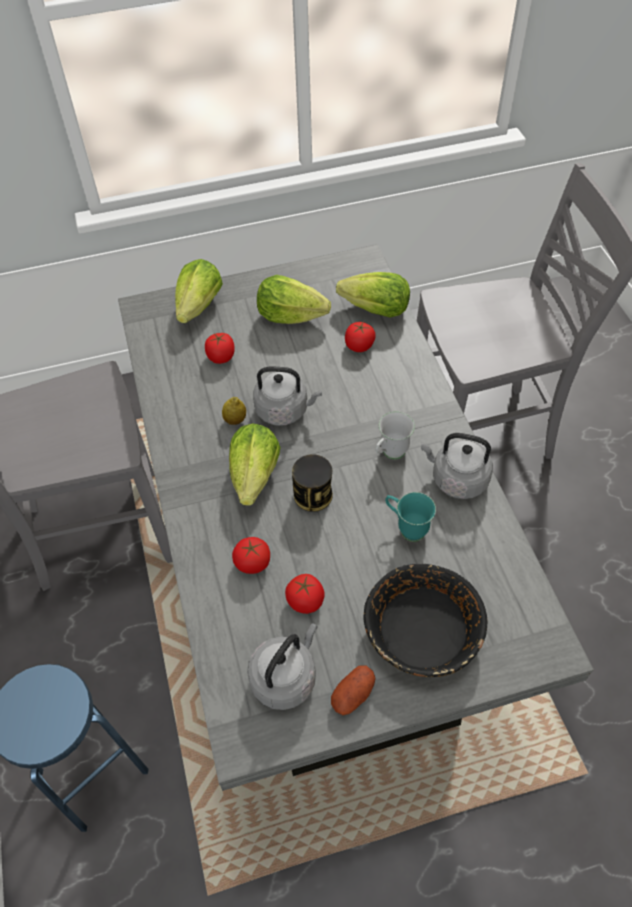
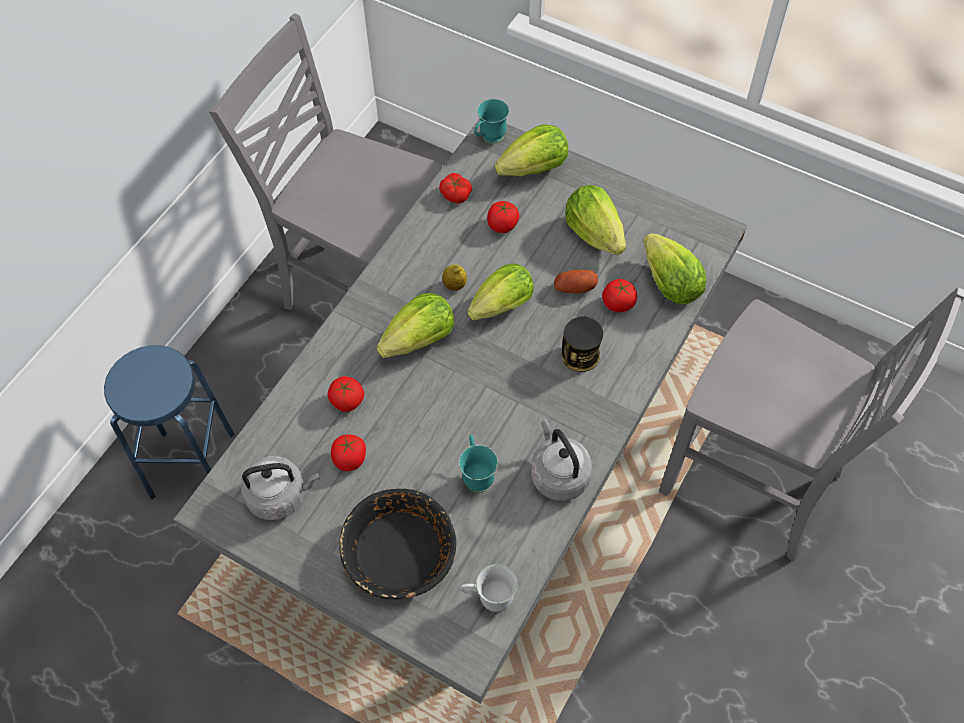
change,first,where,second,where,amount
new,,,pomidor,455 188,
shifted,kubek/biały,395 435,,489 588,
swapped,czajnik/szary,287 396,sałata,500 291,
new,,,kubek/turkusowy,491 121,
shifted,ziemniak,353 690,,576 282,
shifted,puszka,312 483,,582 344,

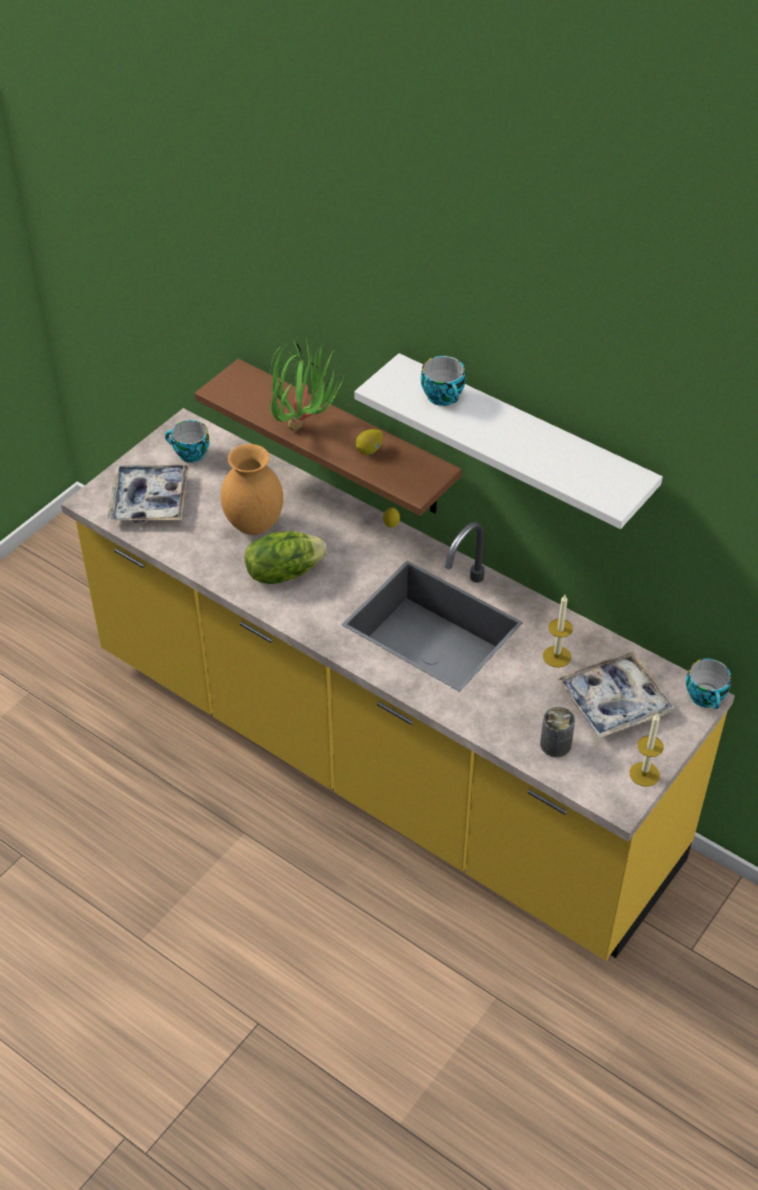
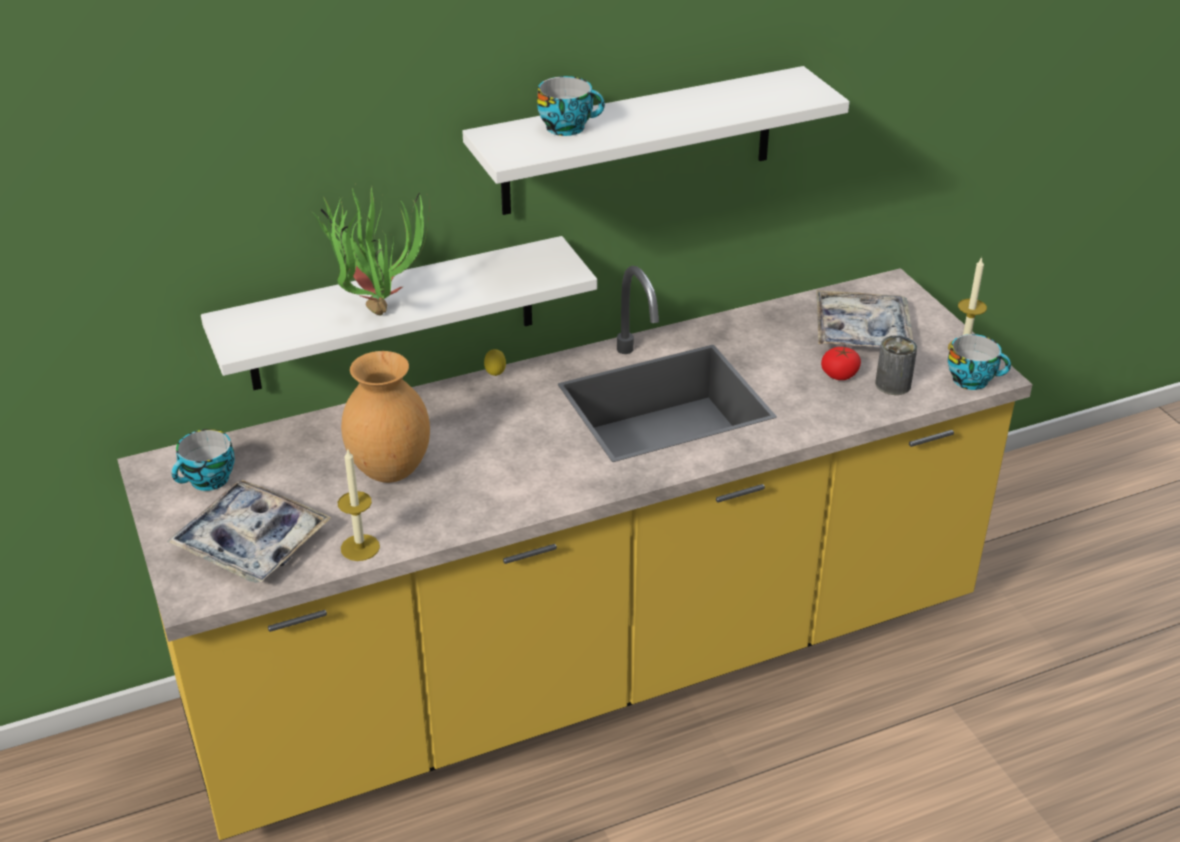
change,first,where,second,where,amount
repainted,półka/brązowy,328 437,półka/biały,399 313,
shifted,świeca,558 631,,359 504,
new,,,pomidor,841 363,
shifted,filiżanka,708 684,,979 362,
gone,sałata,286 557,,,
gone,cytryna,369 442,,,

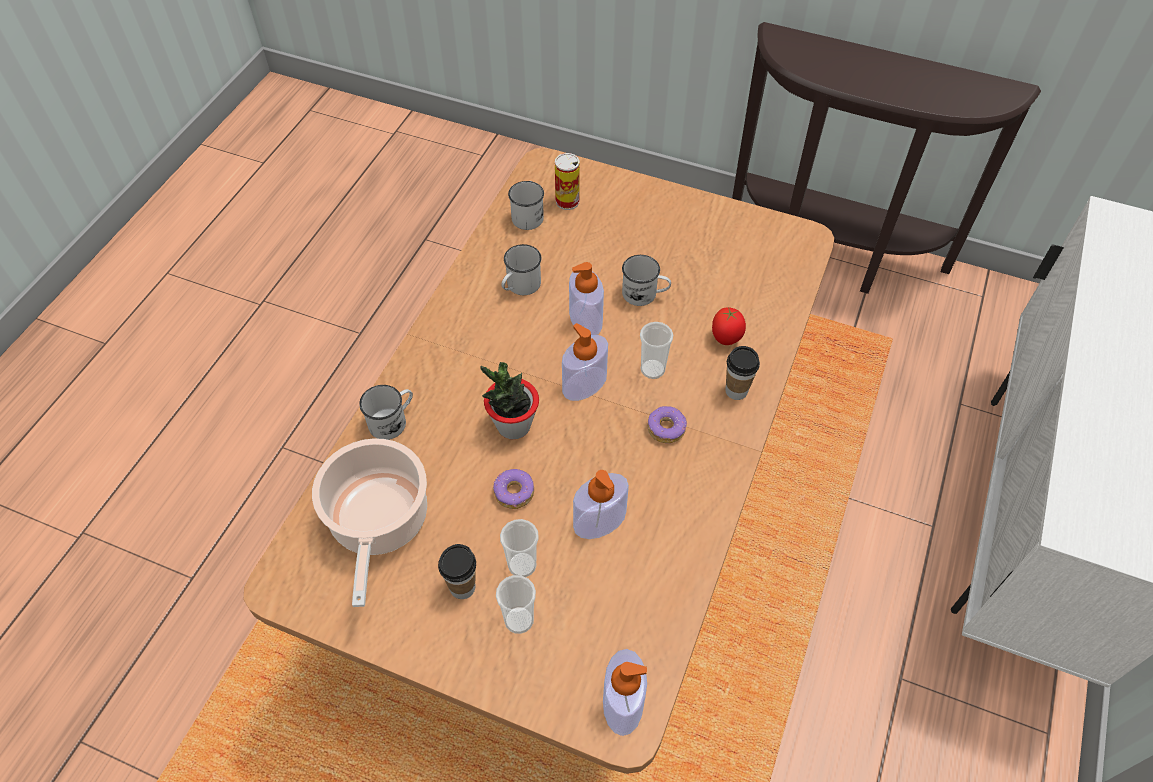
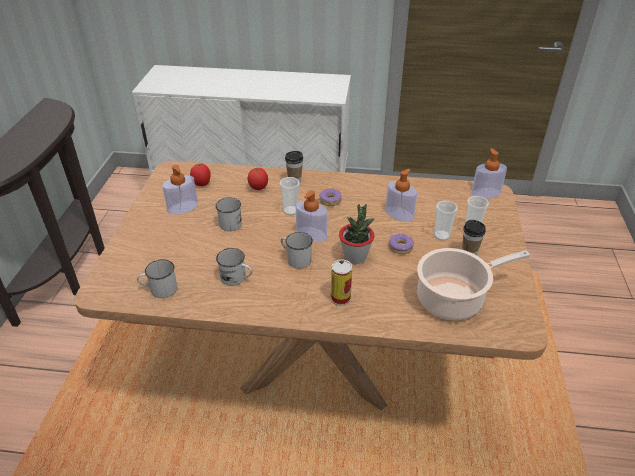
change,first,where,second,where,amount
shifted,dozownik mydła,586 298,,180 190,
new,,,pomidor,200 175,
shifted,kubek/biały,386 412,,297 250,
shifted,puszka,567 181,,341 282,

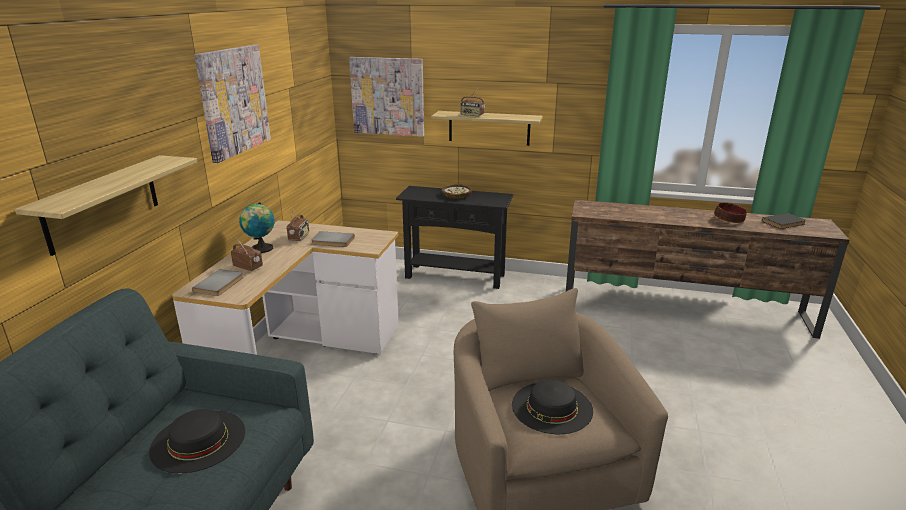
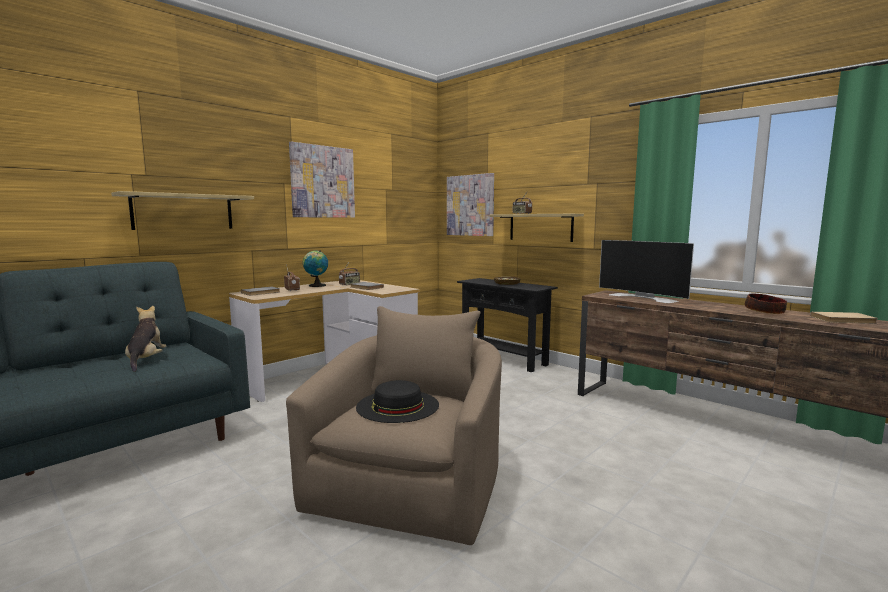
change,first,where,second,where,amount
swapped,kapelusz/czarny,197 441,pluszak,145 339,
new,,,telewizor,646 271,
repainted,książka/czarny,784 221,książka/beżowy,844 318,

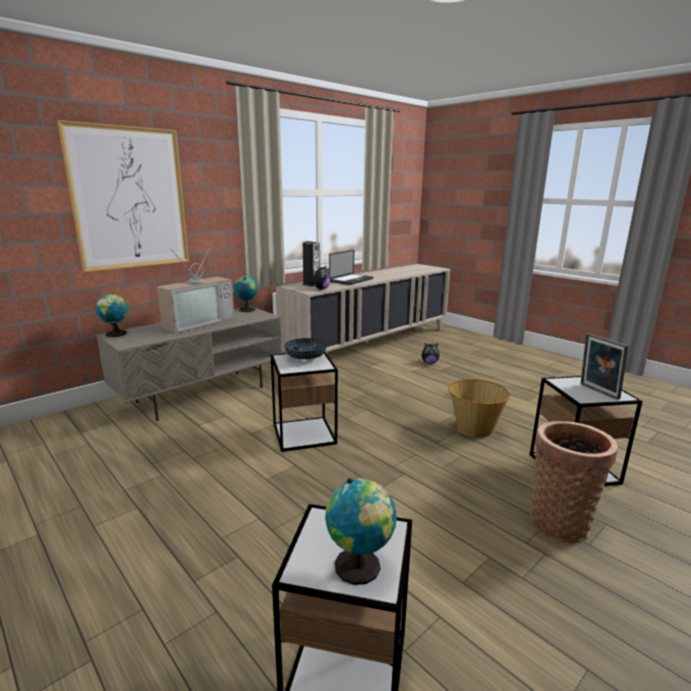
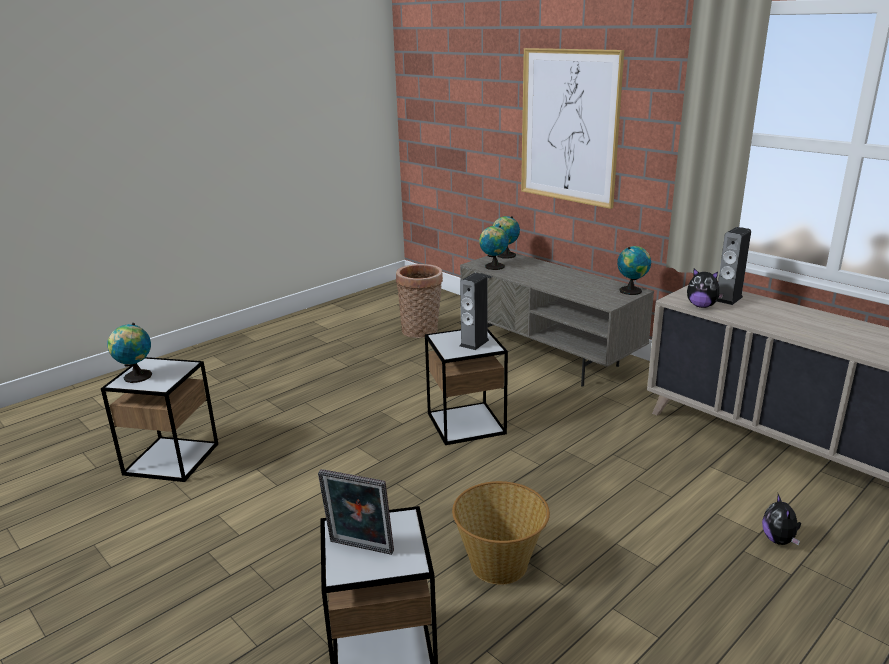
change,first,where,second,where,amount
rotated,ramka na zdjęcie,604 366,,356 512,135 degrees counterclockwise
shifted,koszyk,574 482,,419 301,
swapped,miska,305 348,głośnik,474 311,
new,,,globus,494 248,
gone,telewizor,195 289,,,
gone,laptop,351 267,,,

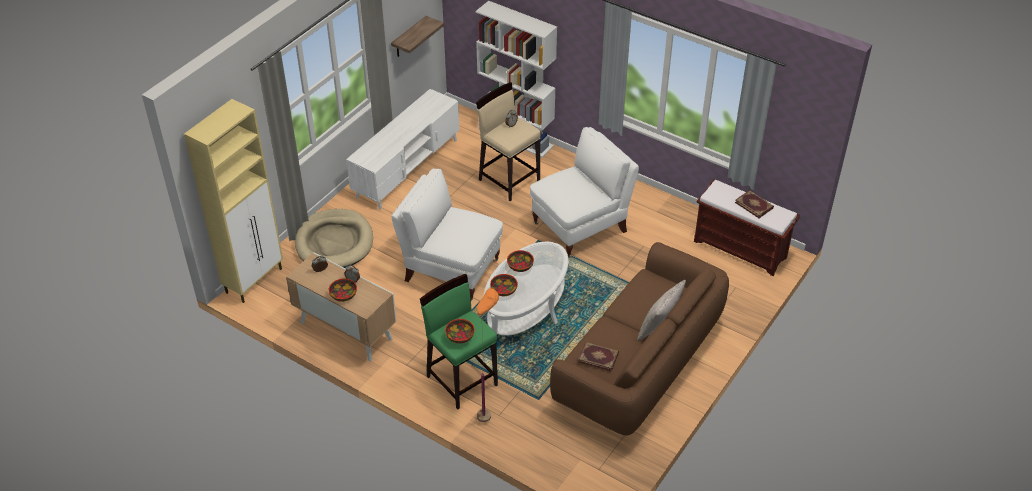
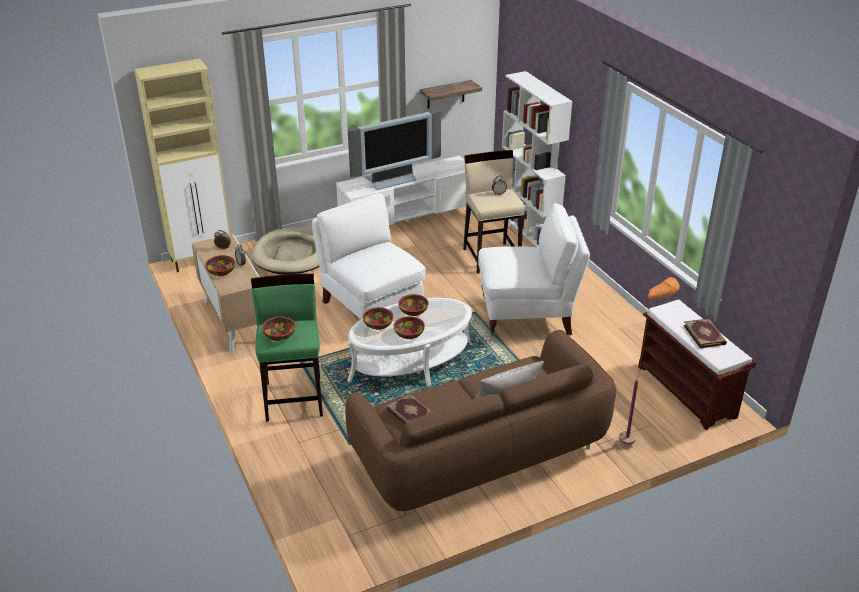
change,first,where,second,where,amount
new,,,telewizor,394 150,
new,,,miska,409 327,
shifted,lampa stojąca/pomarańczowy,488 355,,649 361,

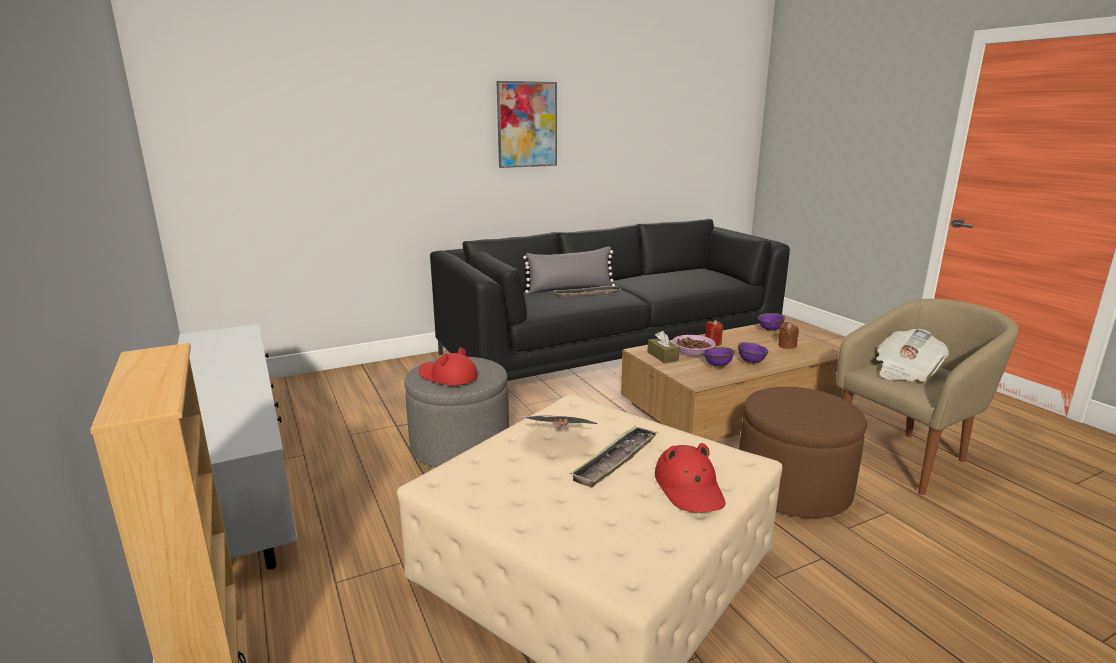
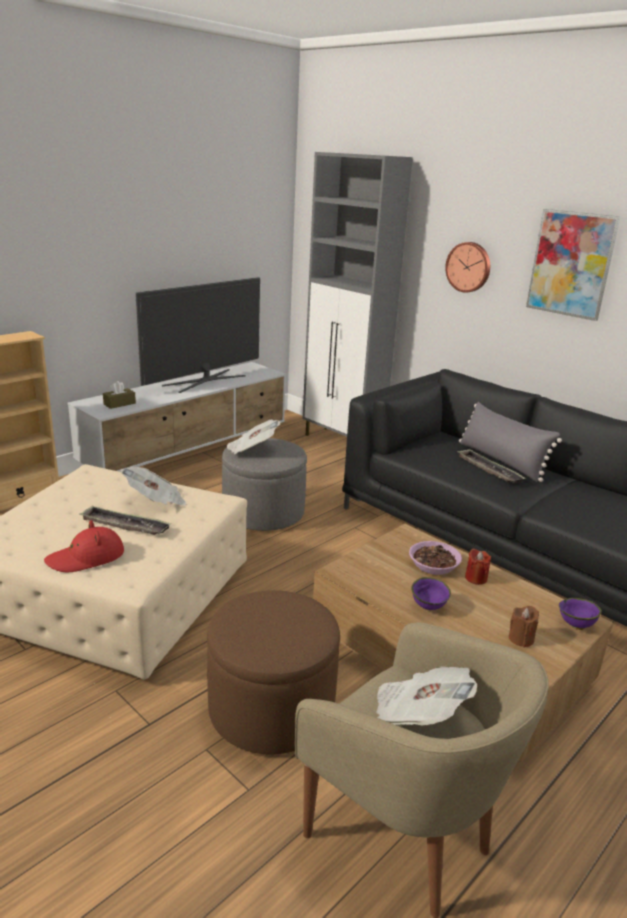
change,first,where,second,where,amount
shifted,pudełko chusteczek/brązowy,664 347,,119 395,
new,,,telewizor,197 335,
swapped,kapelusz/czerwony,448 366,gazeta,253 436,
new,,,szafka/szary,358 294,
new,,,zegar ścienny,467 267,
gone,miska/fioletowy,719 357,,,

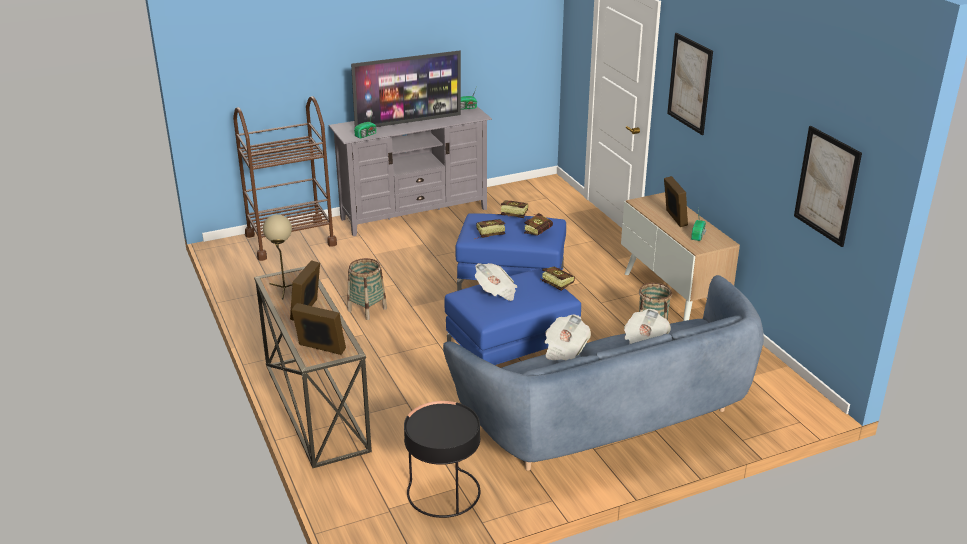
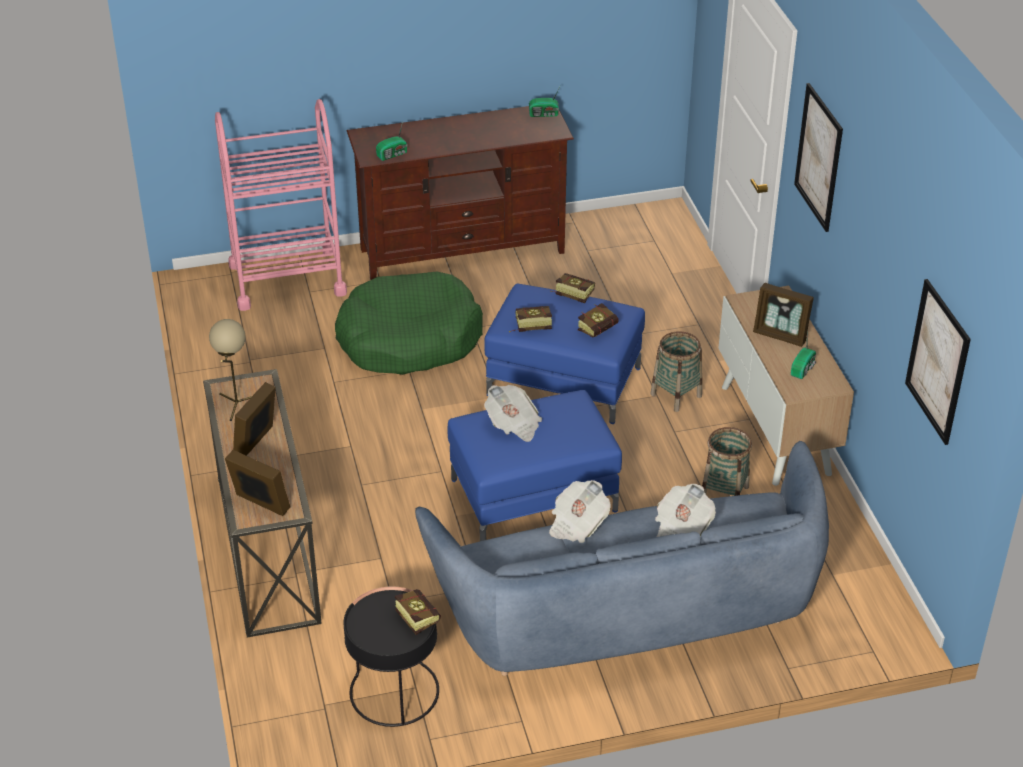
change,first,where,second,where,amount
repainted,wózek/brązowy,285 178,wózek/różowy,281 205,
new,,,legowisko/zielony,409 323,
repainted,szafka pod telewizor/szary,410 171,szafka pod telewizor/brązowy,460 193,
shifted,książka,558 279,,418 612,
shifted,koszyk,367 289,,676 371,
rotated,ramka na zdjęcie,676 201,,783 315,120 degrees clockwise
gone,telewizor,406 89,,,

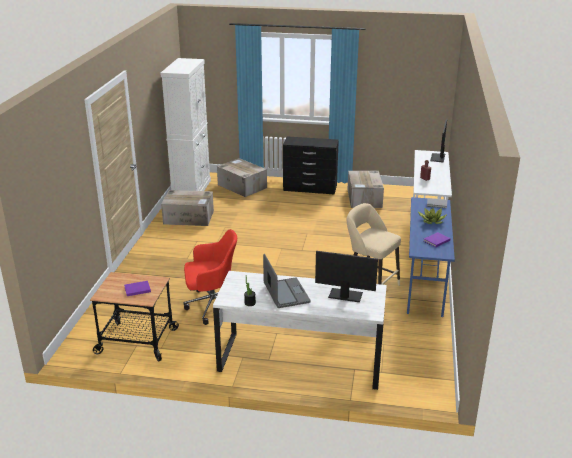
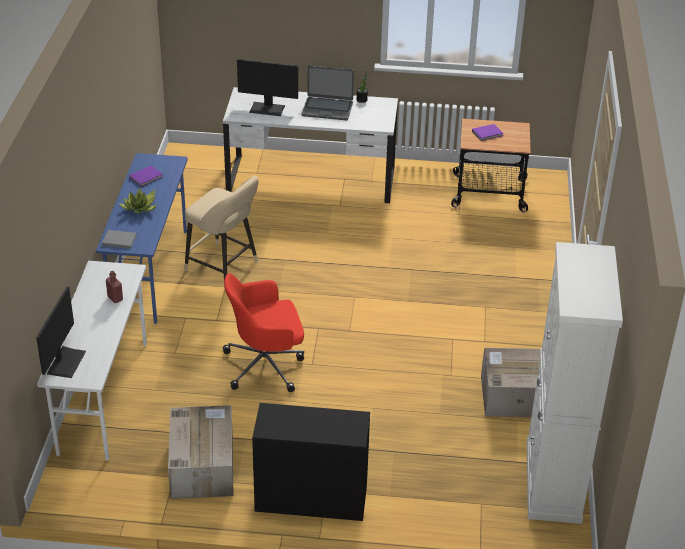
change,first,where,second,where,amount
shifted,krzesło biurowe/czerwony,210 277,,263 332,
rotated,laptop,287 281,,328 93,60 degrees counterclockwise
gone,karton,242 177,,,

